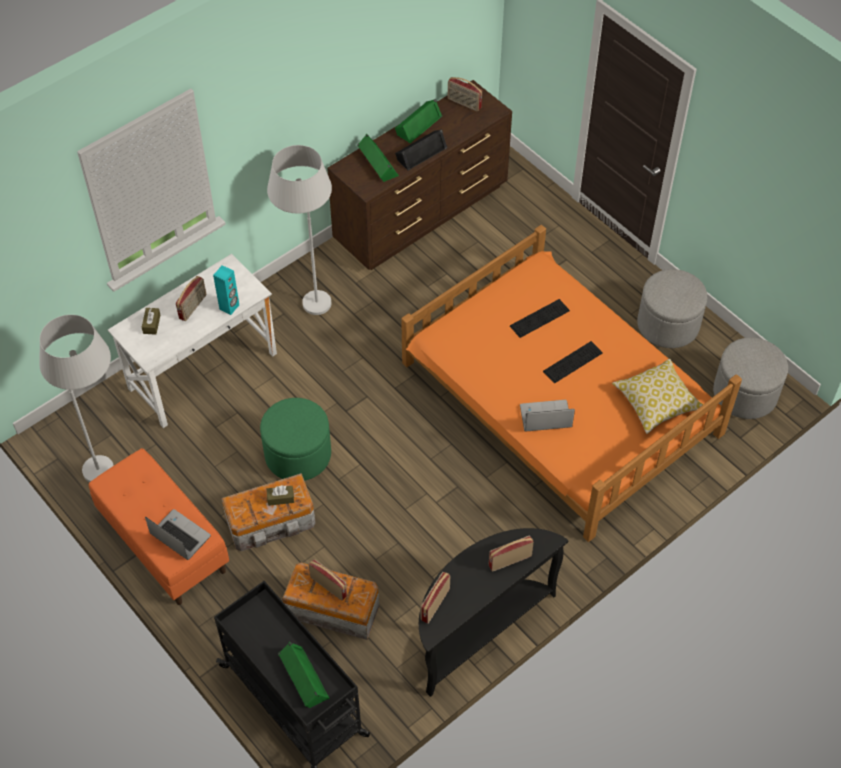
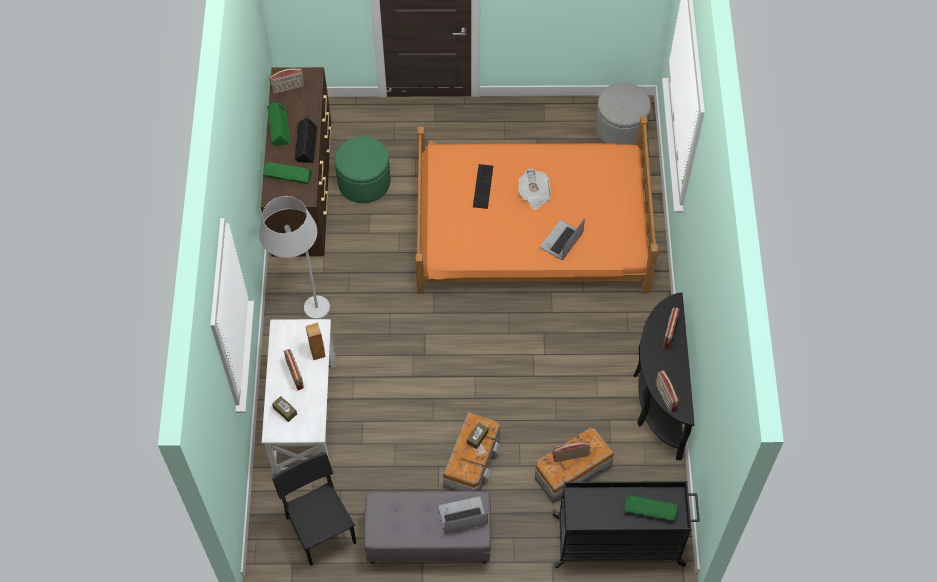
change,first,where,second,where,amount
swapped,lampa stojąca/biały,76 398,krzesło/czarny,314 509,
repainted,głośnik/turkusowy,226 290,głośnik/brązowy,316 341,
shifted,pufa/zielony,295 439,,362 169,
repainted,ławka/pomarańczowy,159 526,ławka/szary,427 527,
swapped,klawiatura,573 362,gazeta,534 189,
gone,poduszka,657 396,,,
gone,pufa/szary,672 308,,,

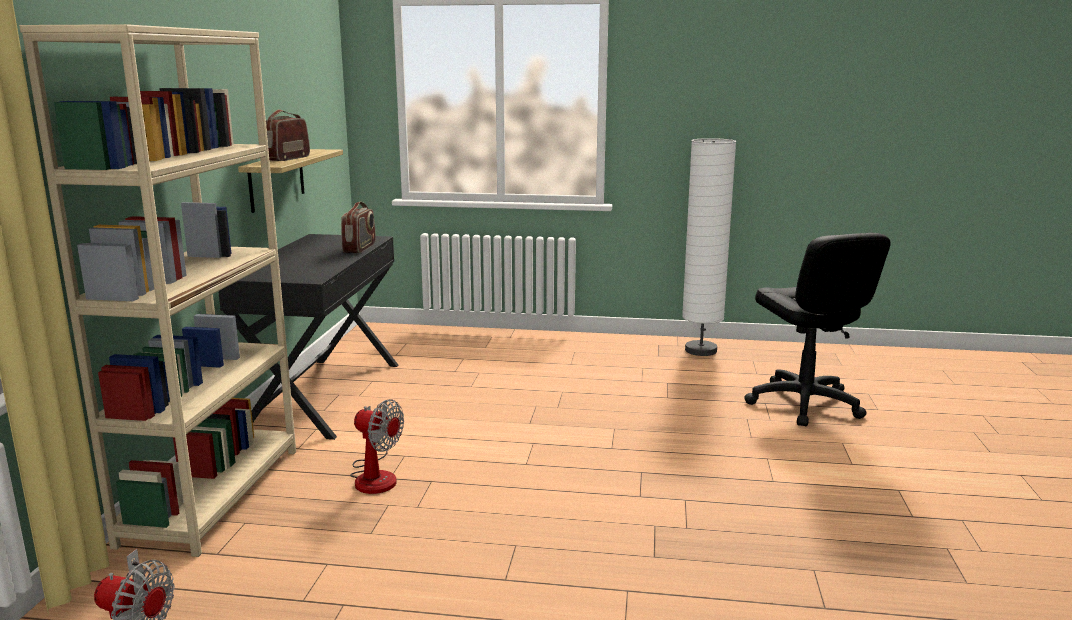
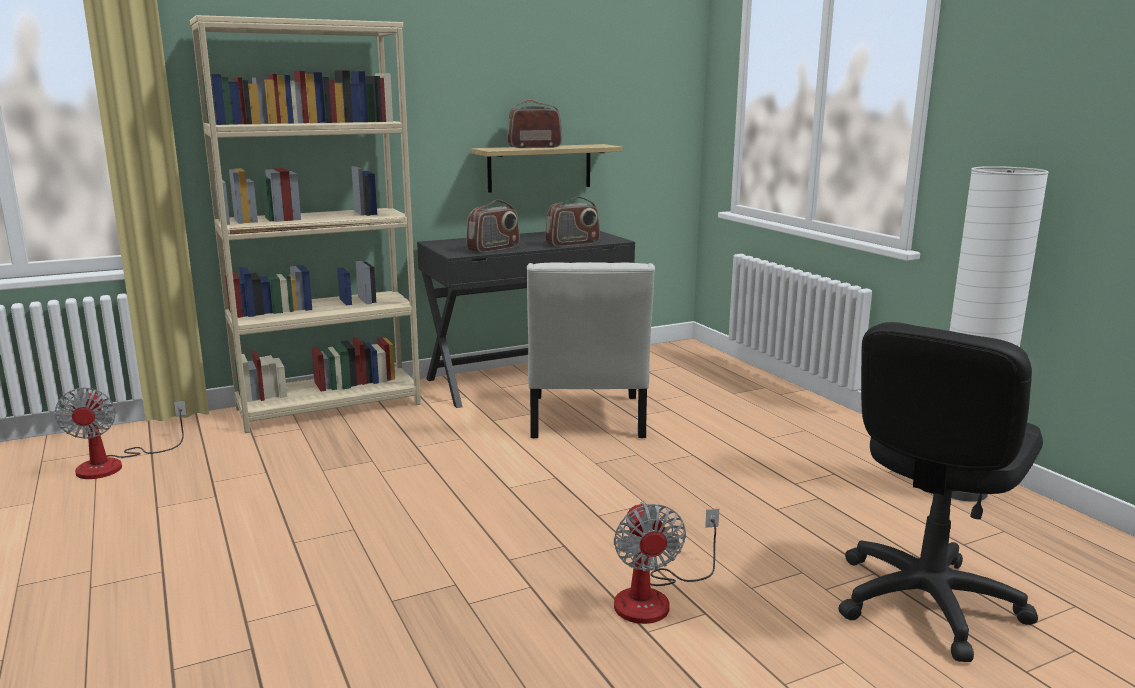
change,first,where,second,where,amount
new,,,radio,493 226,
new,,,krzesło/biały,591 350,
shifted,wentylator,377 446,,666 563,

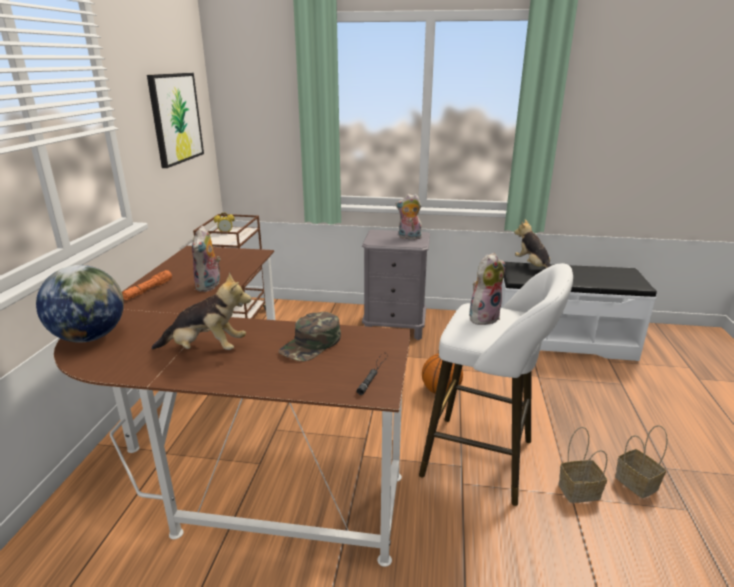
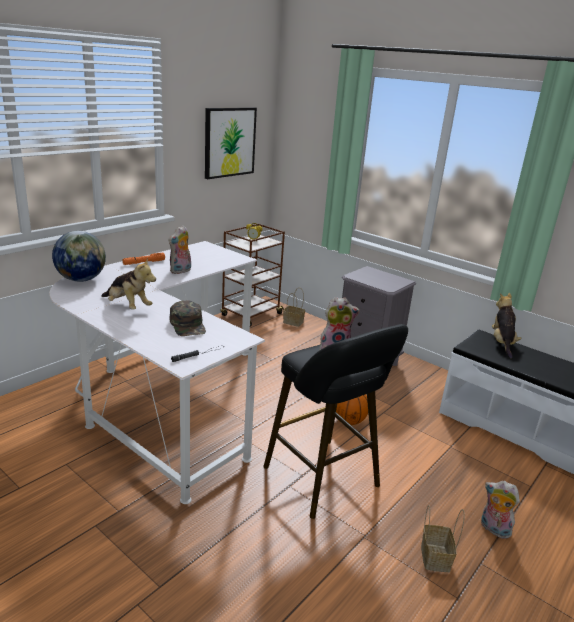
change,first,where,second,where,amount
repainted,biurko/brązowy,232 406,biurko/biały,157 372,
rotated,czapka z daszkiem/zielony,309 336,,188 318,90 degrees counterclockwise
repainted,stołek/biały,496 384,stołek/czarny,335 421,
shifted,koszyk,583 465,,294 307,
shifted,pluszak,409 217,,500 510,

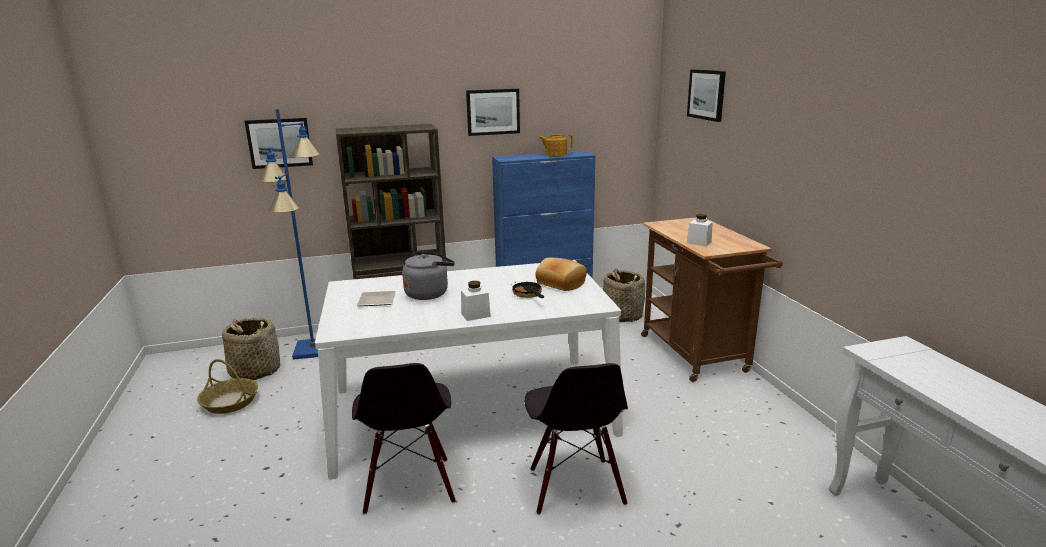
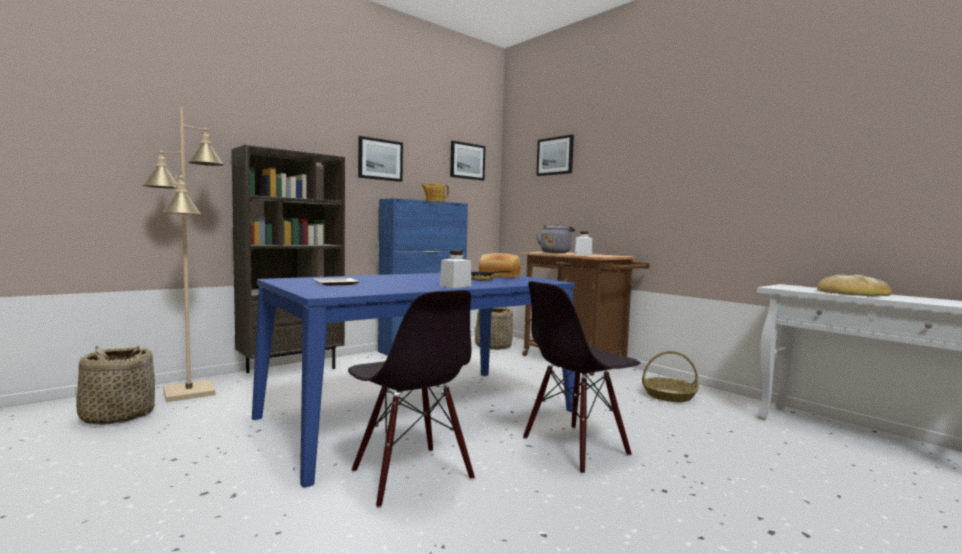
change,first,where,second,where,amount
repainted,lampa stojąca/niebieski,289 234,lampa stojąca/beżowy,183 254,
repainted,stół jadalny/biały,469 369,stół jadalny/niebieski,413 380,
shifted,obraz,278 143,,468 161,
rotated,krzesło/czarny,576 439,,581 377,90 degrees clockwise
shifted,czajnik/szary,428 276,,555 238,
shifted,koszyk,227 386,,670 376,
new,,,chleb,854 285,

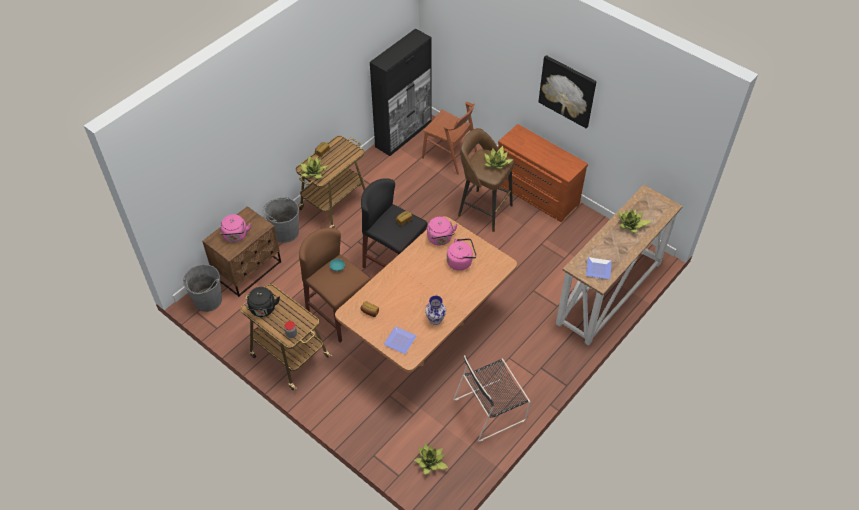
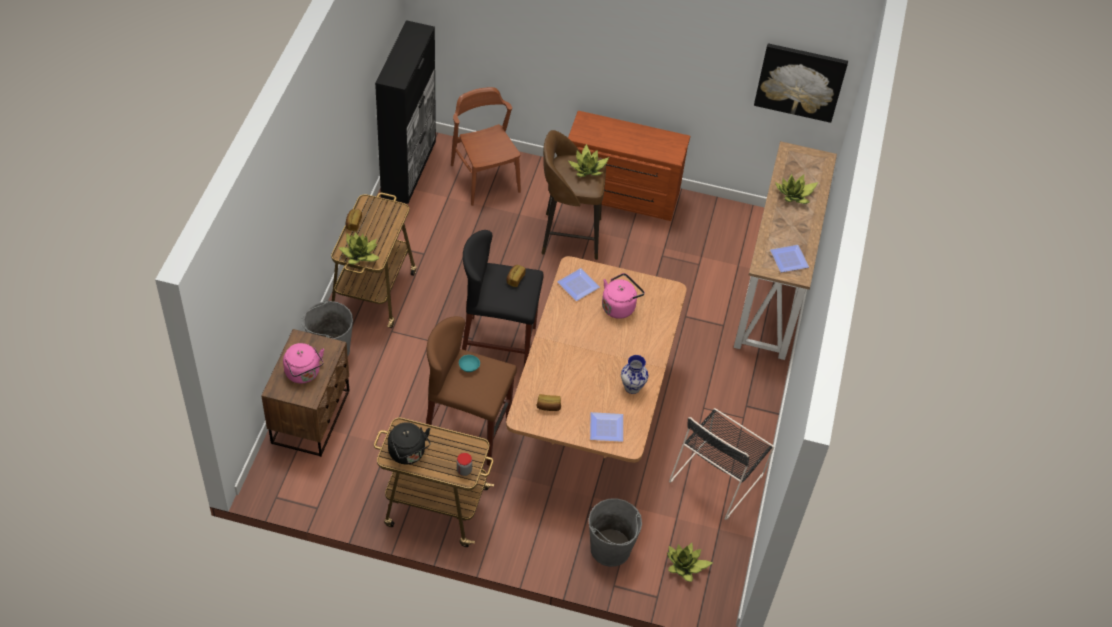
change,first,where,second,where,amount
rotated,krzesło/brązowy,449 138,,486 146,120 degrees counterclockwise
swapped,czajnik/różowy,442 231,talerz,578 284,
shifted,wiadro/szary,202 288,,615 532,
shifted,obraz,567 91,,801 83,

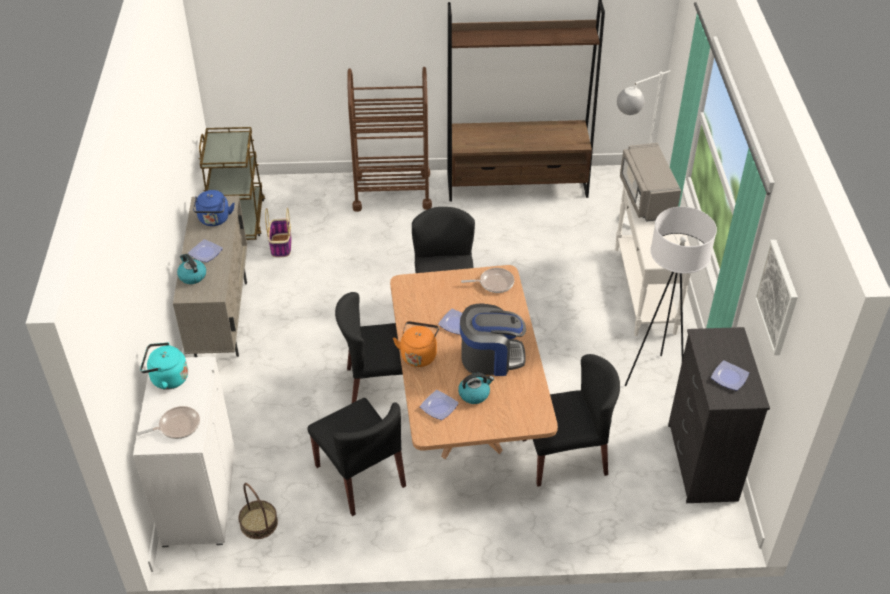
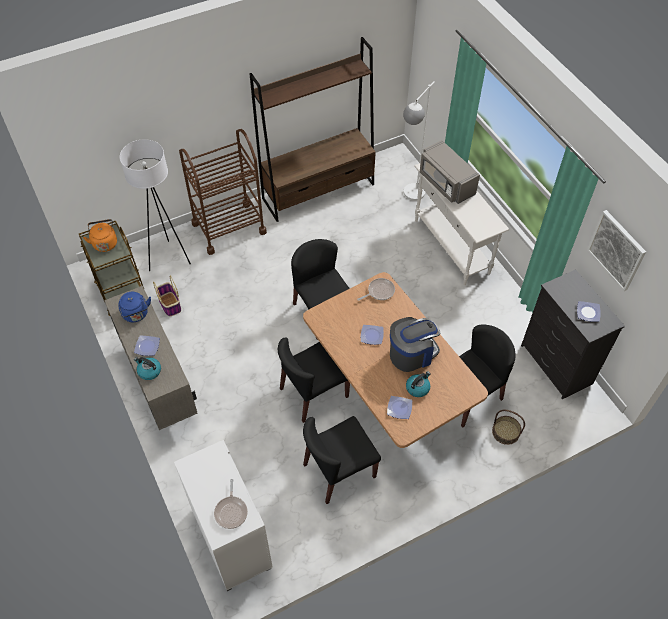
change,first,where,second,where,amount
shifted,czajnik/pomarańczowy,416 344,,100 235,
shifted,lampa stojąca/biały,671 296,,155 205,
rotated,patelnia,168 422,,231 504,135 degrees clockwise
rotated,krzesło/czarny,356 457,,342 460,120 degrees clockwise
shifted,koszyk,258 511,,508 427,
gone,czajnik/turkusowy,164 366,,,

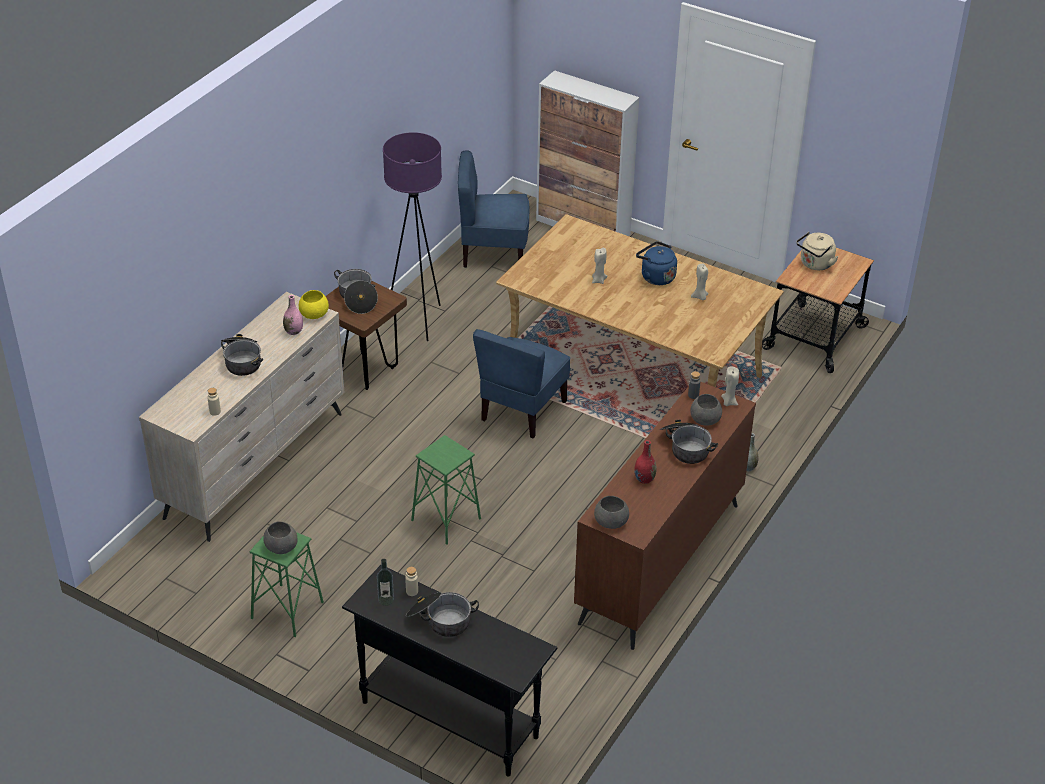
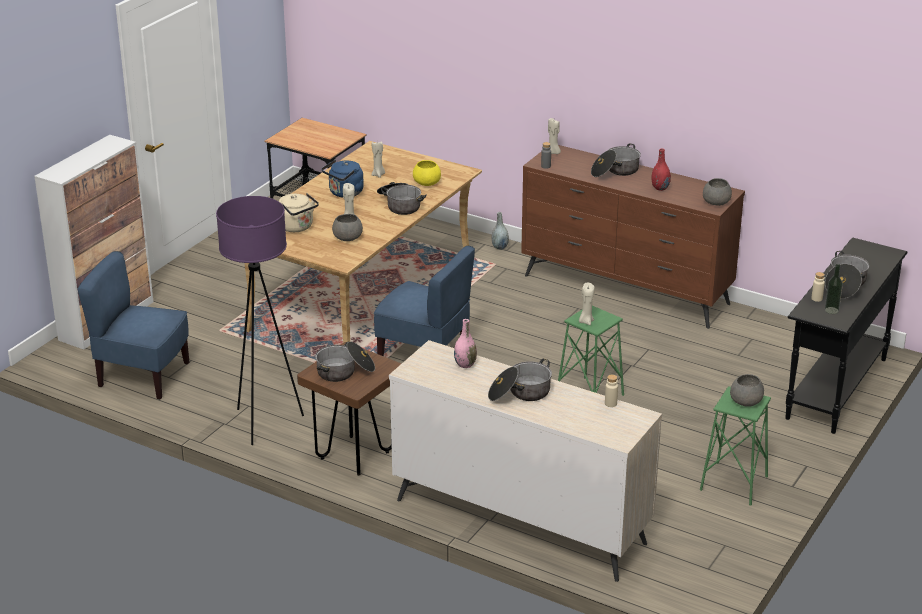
change,first,where,second,where,amount
rotated,krzesło/niebieski,494 209,,133 325,105 degrees clockwise
shifted,czajnik/beżowy,817 251,,299 212,
shifted,miska/szary,706 409,,347 227,
new,,,garnek,402 198,
shifted,miska/żółty,314 304,,427 173,
new,,,świeca/beżowy,587 304,

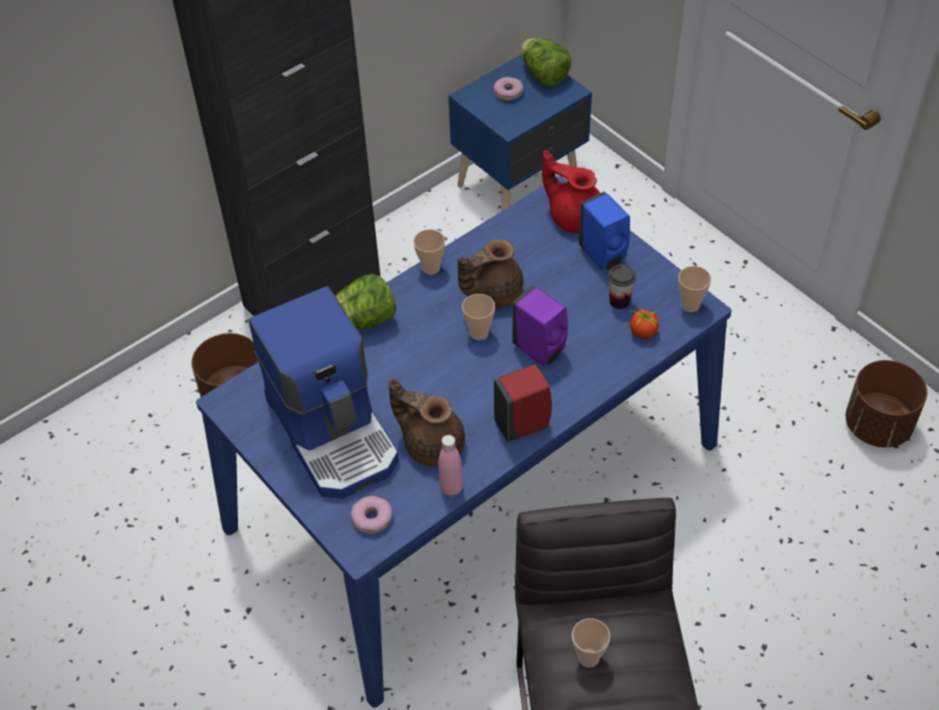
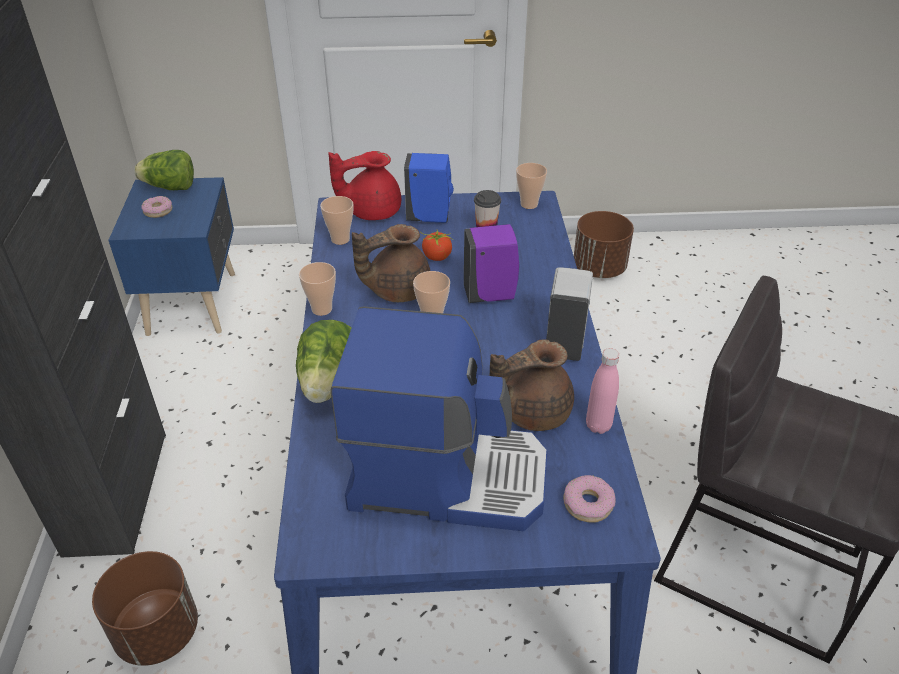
change,first,where,second,where,amount
shifted,filiżanka,591 643,,336 220,
rotated,imbryk/brązowy,491 274,,391 263,60 degrees clockwise
shifted,pomidor,644 321,,436 245,
repainted,dozownik mydła/czerwony,523 403,dozownik mydła/biały,569 314,

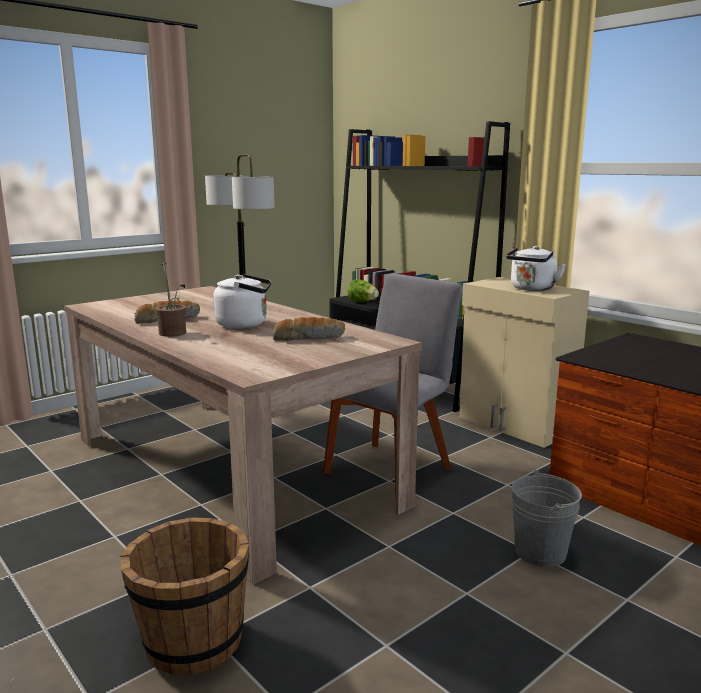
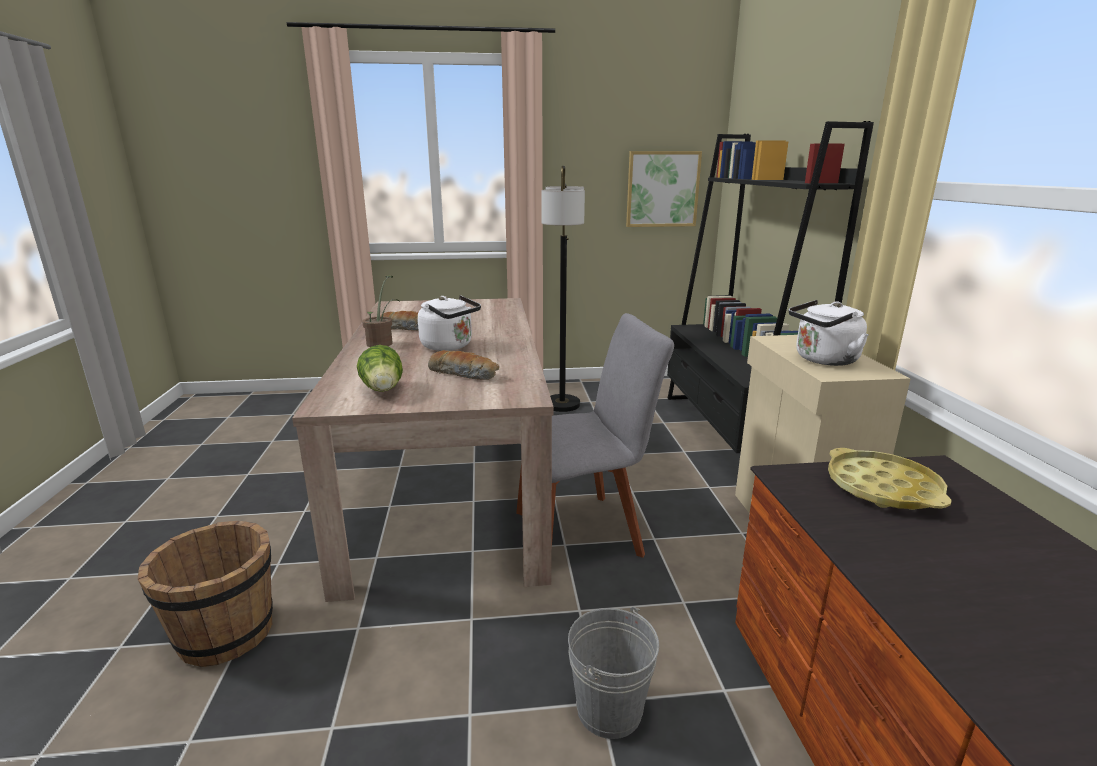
change,first,where,second,where,amount
shifted,sałata,363 290,,380 368,
new,,,obraz,664 189,
new,,,taca/żółty,890 479,

